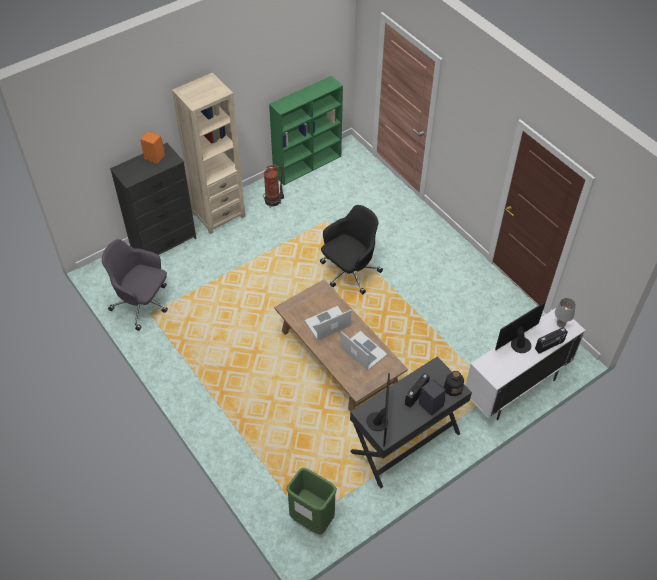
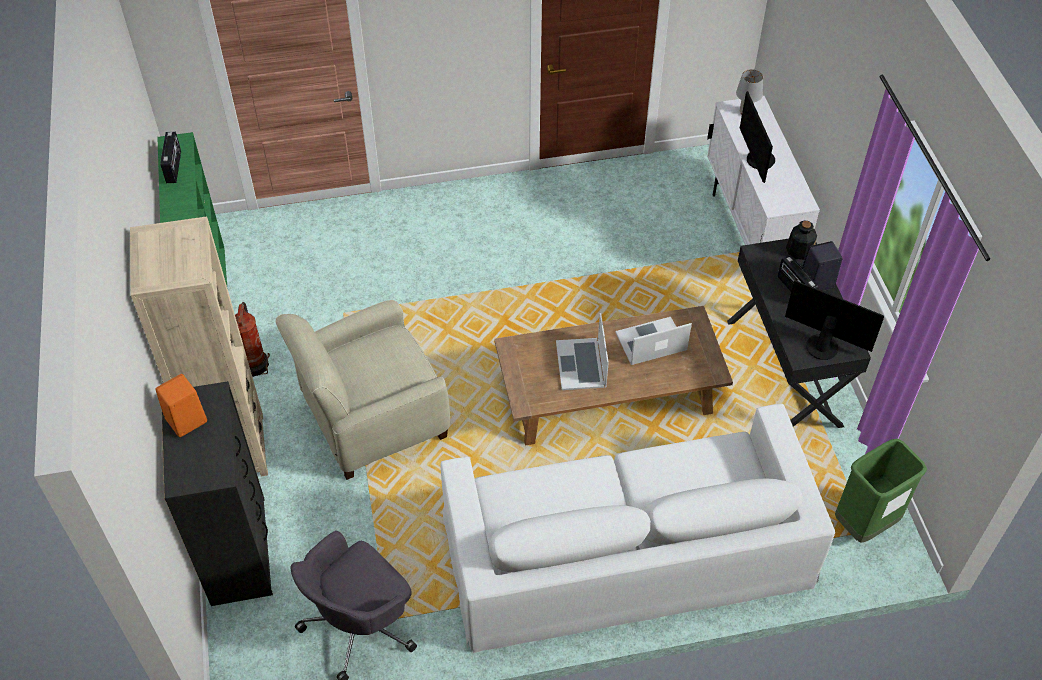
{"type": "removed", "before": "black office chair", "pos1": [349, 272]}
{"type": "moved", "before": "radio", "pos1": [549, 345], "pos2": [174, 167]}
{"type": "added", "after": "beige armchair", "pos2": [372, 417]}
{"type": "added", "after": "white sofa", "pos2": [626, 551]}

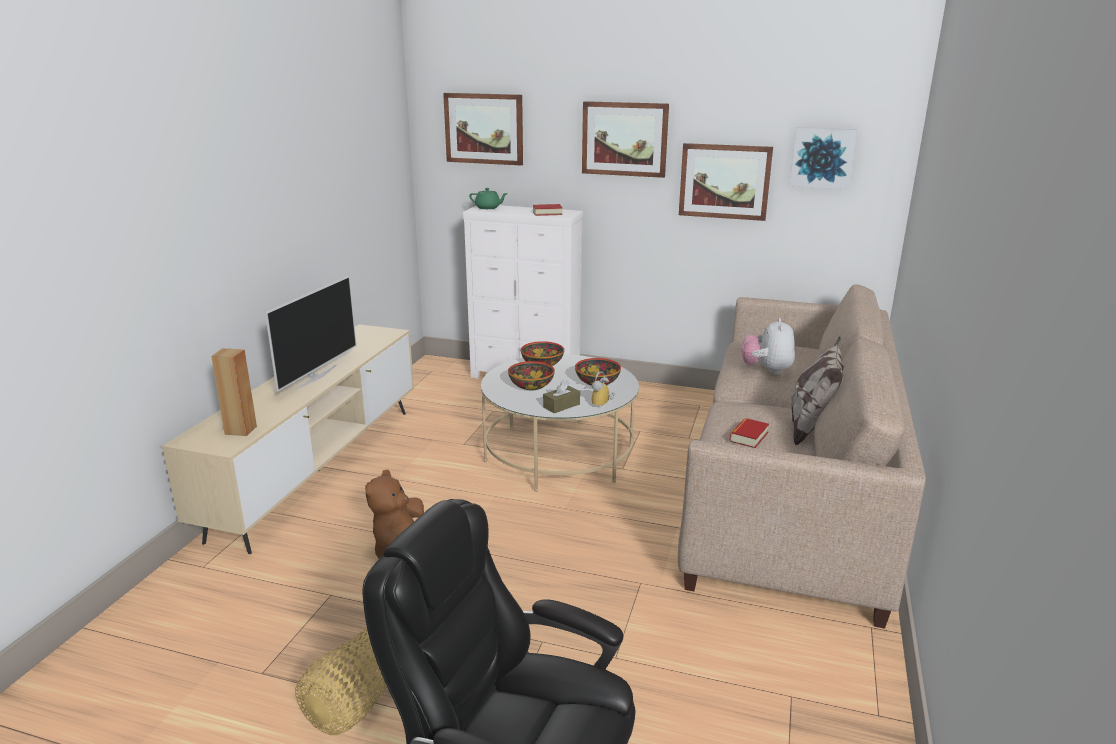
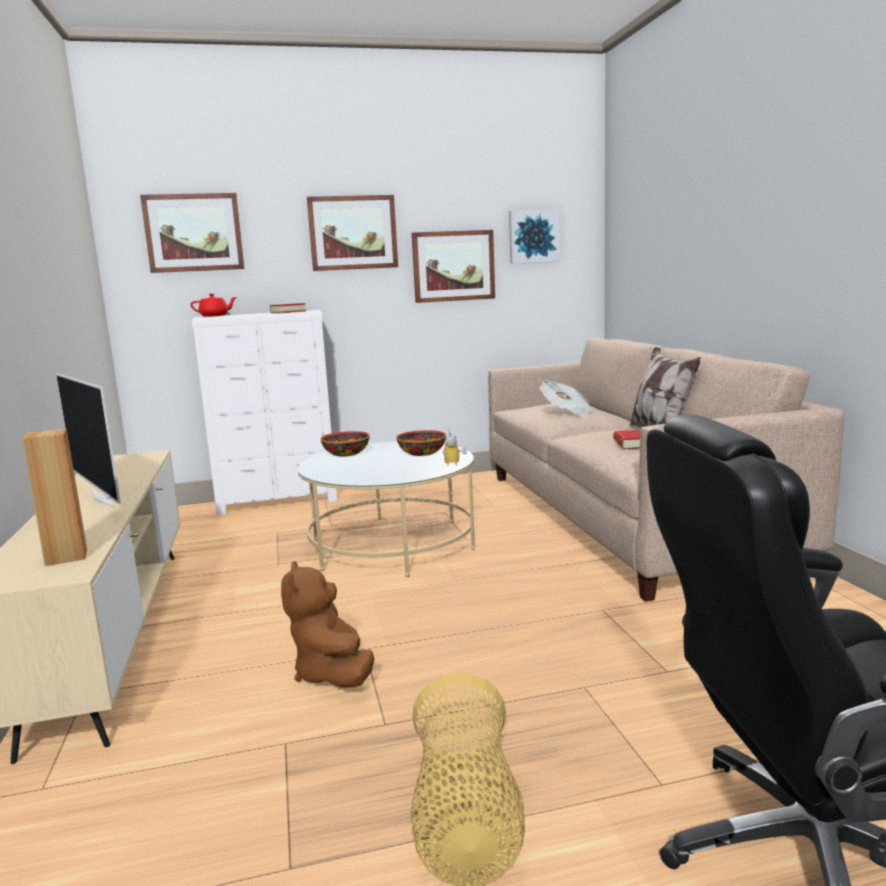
{"type": "recoloured", "before": "green teapot", "after": "red teapot", "pos1": [488, 208], "pos2": [215, 316]}
{"type": "turned", "before": "television", "pos1": [315, 376], "pos2": [105, 498], "turn": 150}
{"type": "replaced", "before": "plush toy", "after": "newspaper", "pos1": [766, 370], "pos2": [566, 412]}
{"type": "removed", "before": "bowl", "pos1": [531, 386]}
{"type": "removed", "before": "brown tissue box", "pos1": [561, 406]}

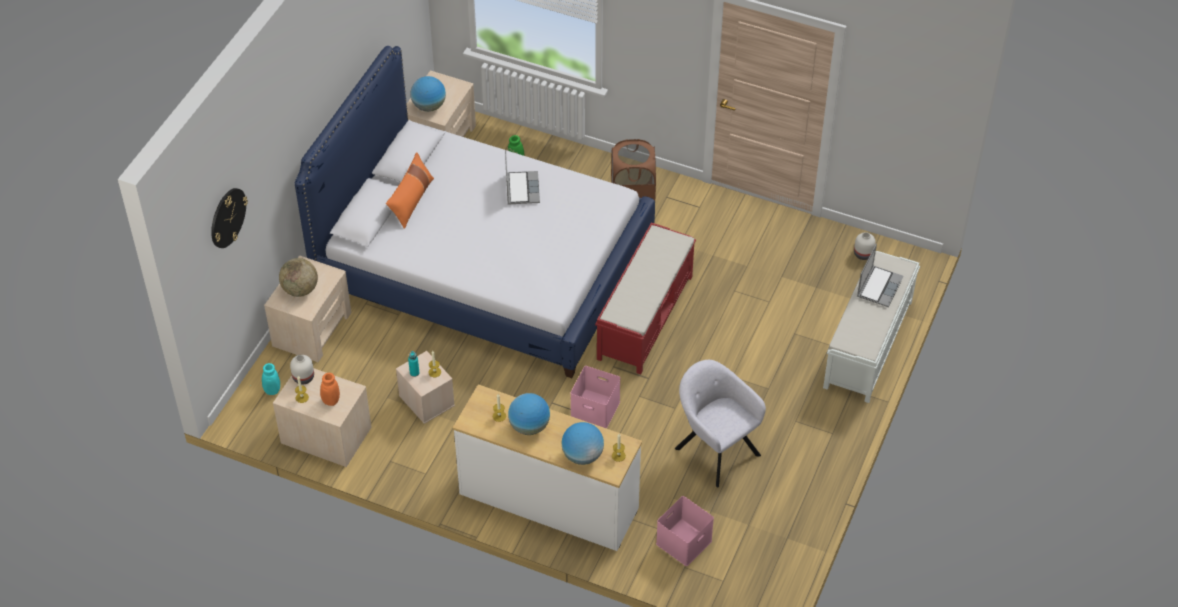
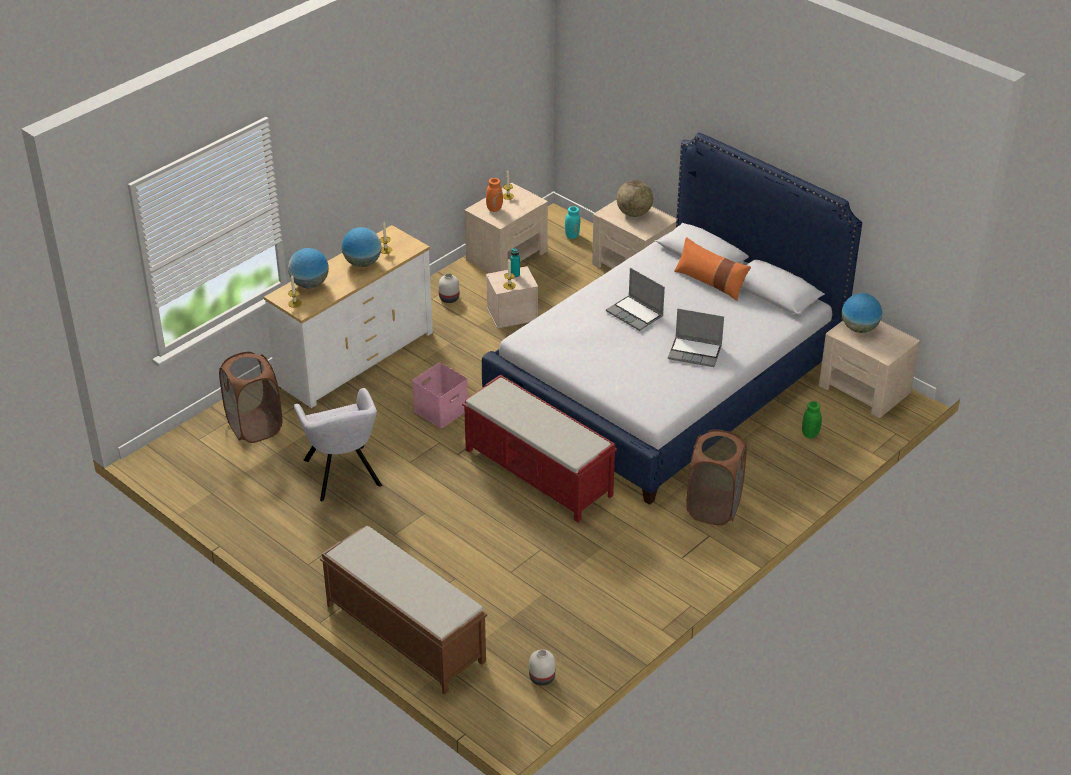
{"type": "removed", "before": "wall clock", "pos1": [227, 217]}
{"type": "moved", "before": "laptop", "pos1": [879, 286], "pos2": [635, 314]}
{"type": "recoloured", "before": "white bench", "after": "brown bench", "pos1": [867, 345], "pos2": [404, 633]}
{"type": "moved", "before": "white vase", "pos1": [304, 377], "pos2": [449, 299]}
{"type": "turned", "before": "grey armchair", "pos1": [715, 449], "pos2": [343, 475], "turn": 90}
{"type": "replaced", "before": "pink storage box", "after": "brown laundry basket", "pos1": [684, 543], "pos2": [254, 426]}

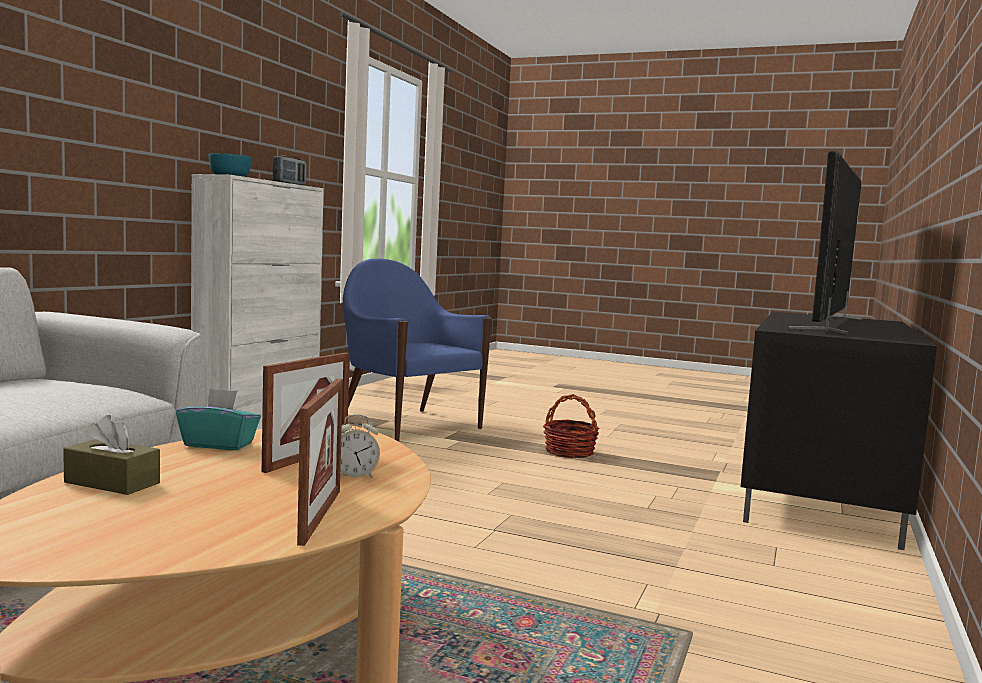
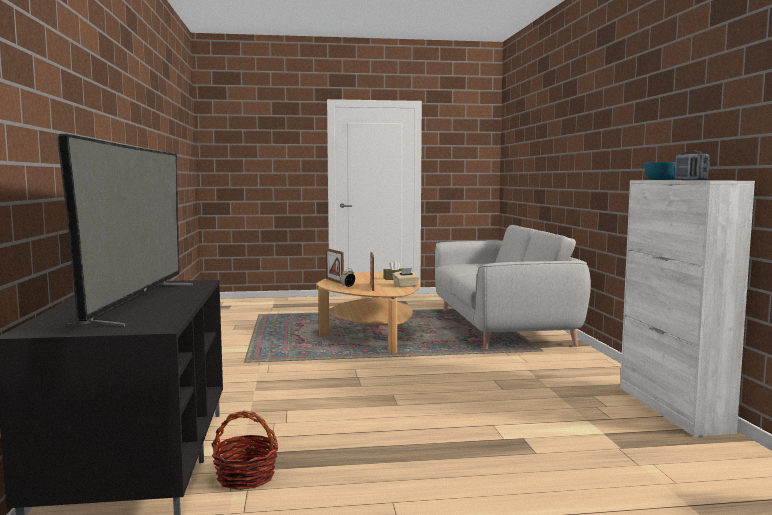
{"type": "removed", "before": "blue armchair", "pos1": [408, 425]}
{"type": "recoloured", "before": "turquoise tissue box", "after": "beige tissue box", "pos1": [219, 444], "pos2": [406, 286]}
{"type": "moved", "before": "basket", "pos1": [569, 452], "pos2": [246, 477]}

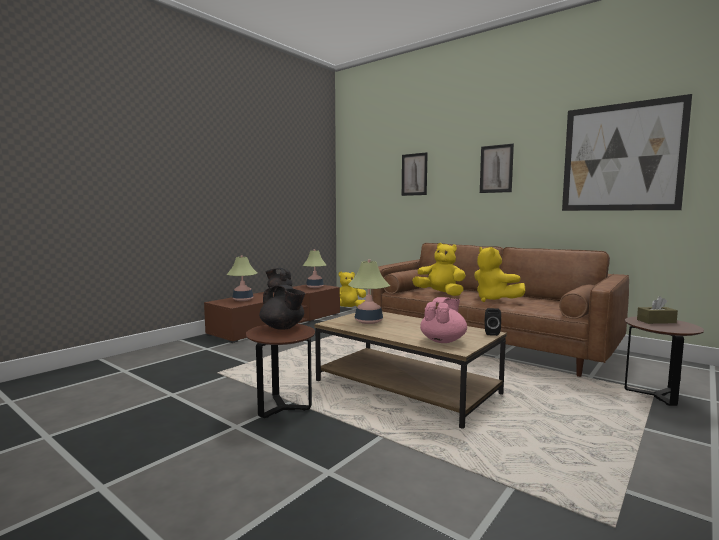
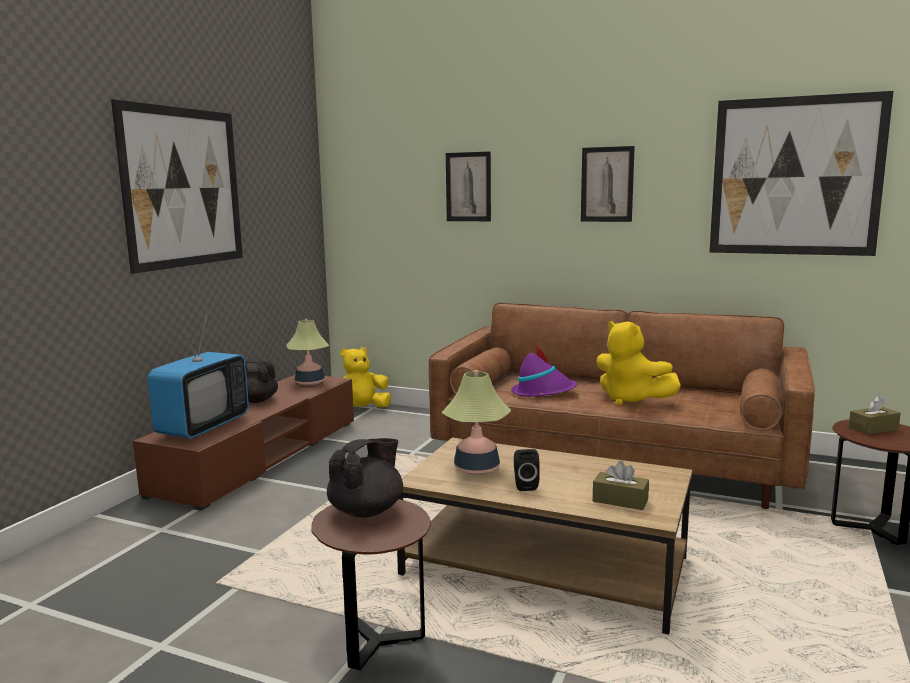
{"type": "replaced", "before": "yellow plush toy", "after": "purple hat", "pos1": [440, 294], "pos2": [543, 392]}
{"type": "replaced", "before": "table lamp", "after": "television", "pos1": [243, 299], "pos2": [203, 427]}
{"type": "turned", "before": "black teapot", "pos1": [283, 328], "pos2": [367, 511], "turn": -75}
{"type": "replaced", "before": "pink teapot", "after": "brown tissue box", "pos1": [443, 341], "pos2": [620, 500]}
{"type": "moved", "before": "black speaker", "pos1": [491, 333], "pos2": [525, 485]}
{"type": "added", "after": "picture", "pos2": [183, 188]}

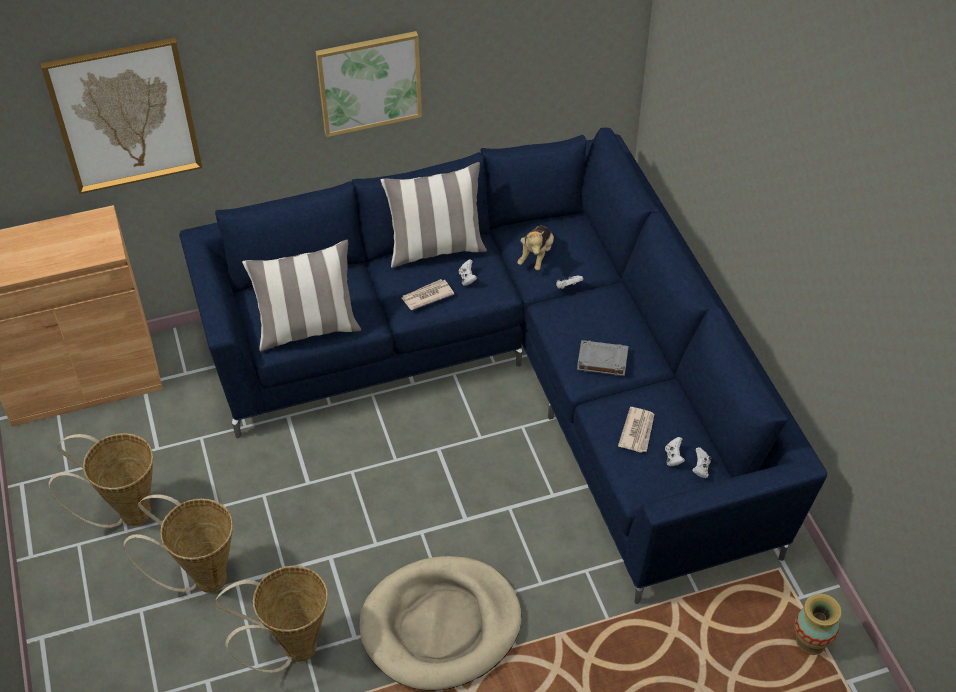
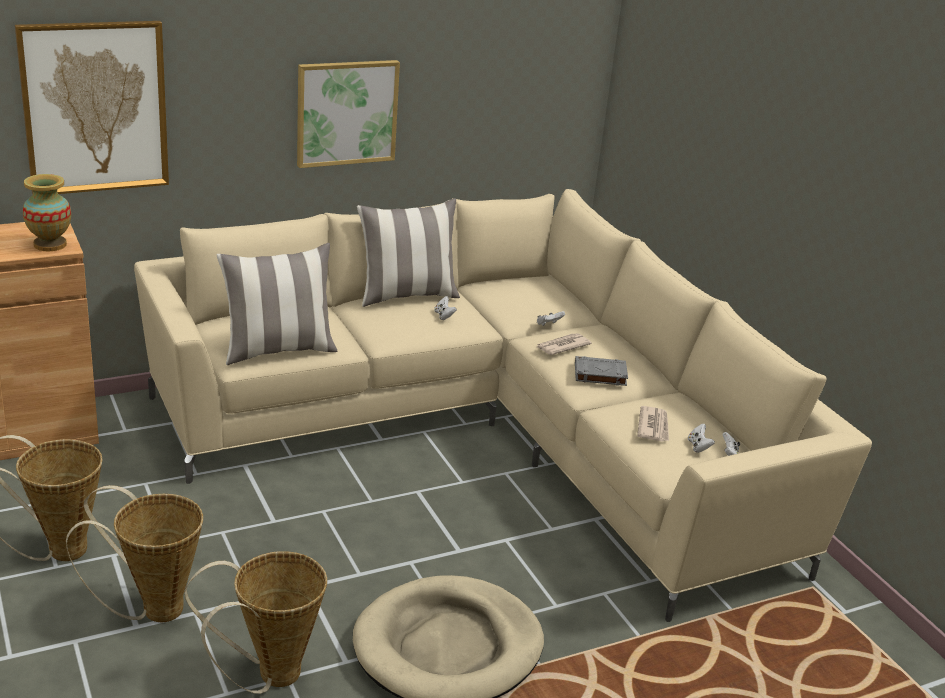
{"type": "recoloured", "before": "blue sofa", "after": "beige sofa", "pos1": [514, 377], "pos2": [489, 434]}
{"type": "removed", "before": "plush toy", "pos1": [536, 256]}
{"type": "moved", "before": "newspaper", "pos1": [426, 296], "pos2": [562, 346]}
{"type": "moved", "before": "vase", "pos1": [810, 642], "pos2": [50, 244]}

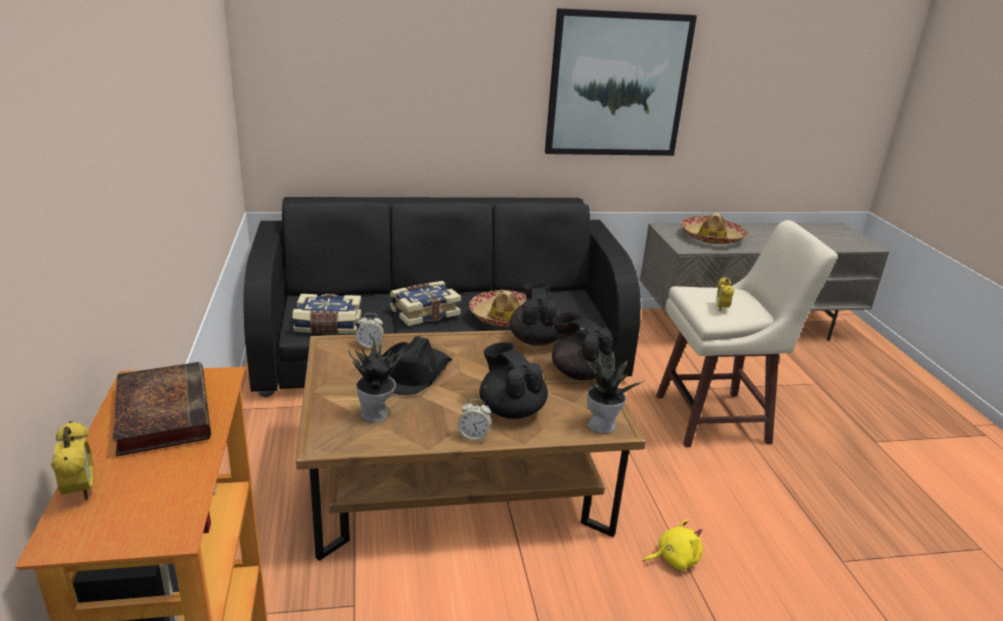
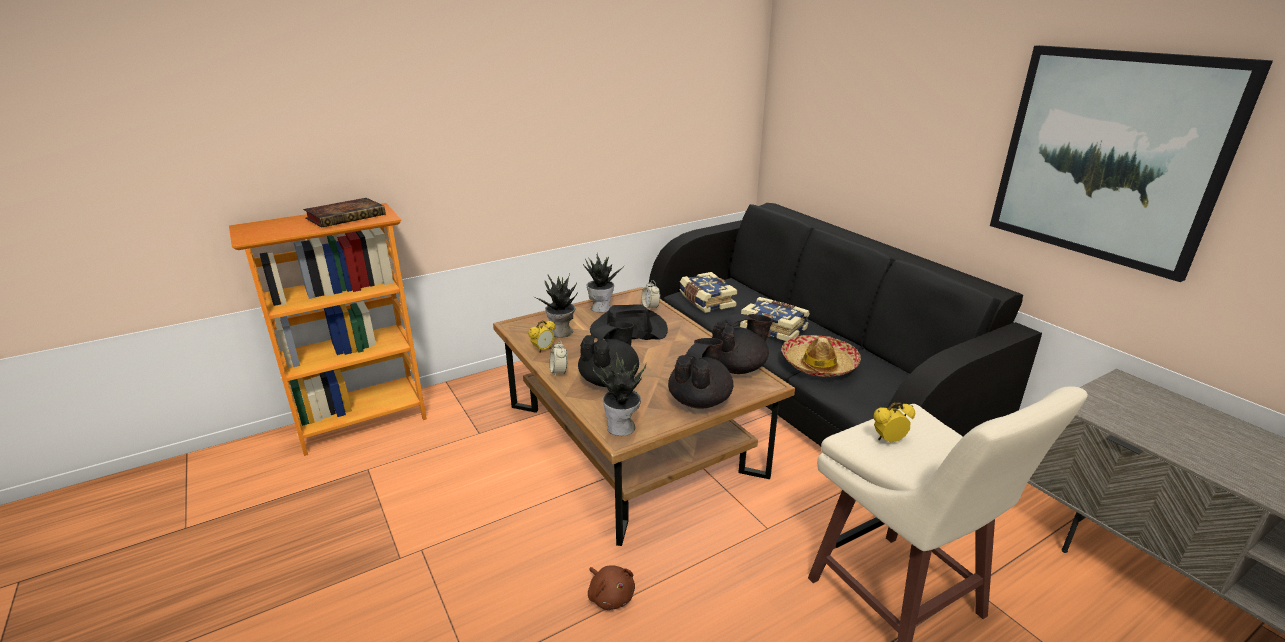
{"type": "removed", "before": "hat", "pos1": [711, 237]}
{"type": "moved", "before": "alarm clock", "pos1": [81, 491], "pos2": [543, 350]}
{"type": "recoloured", "before": "yellow plush toy", "after": "brown plush toy", "pos1": [674, 559], "pos2": [610, 596]}
{"type": "added", "after": "potted plant", "pos2": [601, 307]}

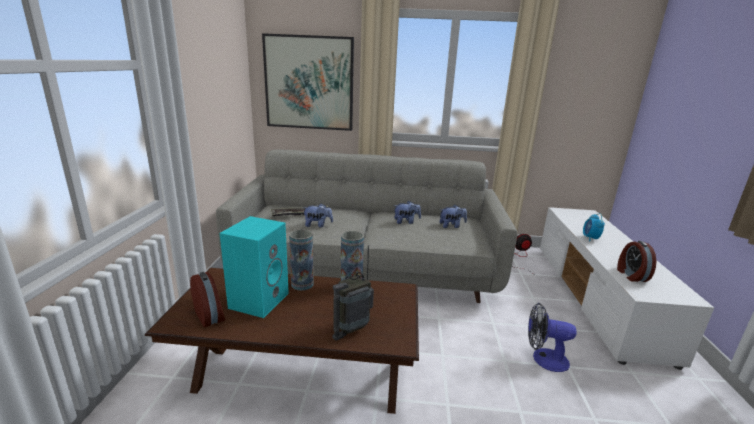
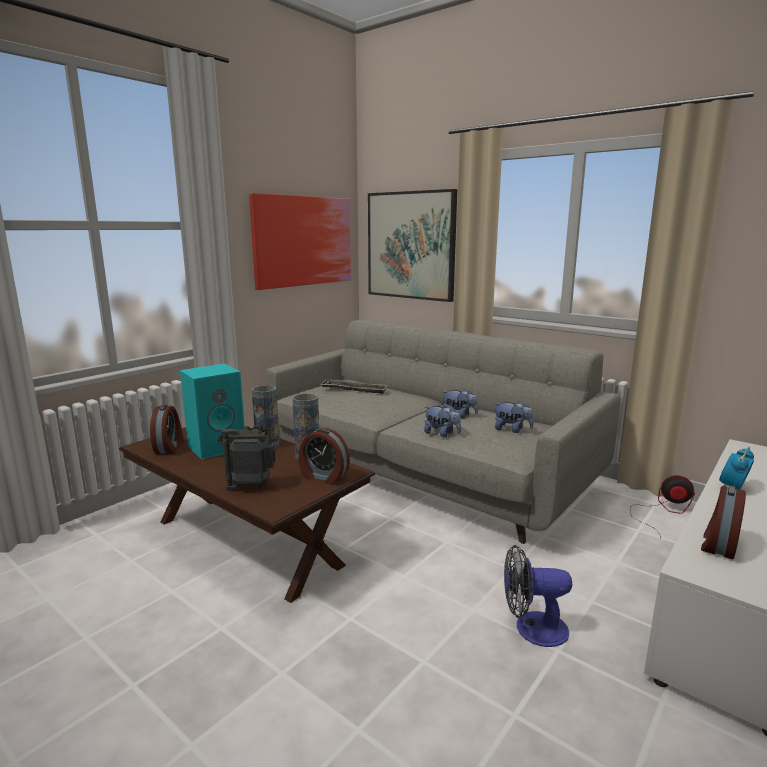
{"type": "moved", "before": "plush toy", "pos1": [317, 225], "pos2": [442, 434]}
{"type": "turned", "before": "fan", "pos1": [543, 359], "pos2": [532, 629], "turn": -45}
{"type": "added", "after": "picture", "pos2": [303, 241]}
{"type": "added", "after": "alarm clock", "pos2": [323, 477]}

